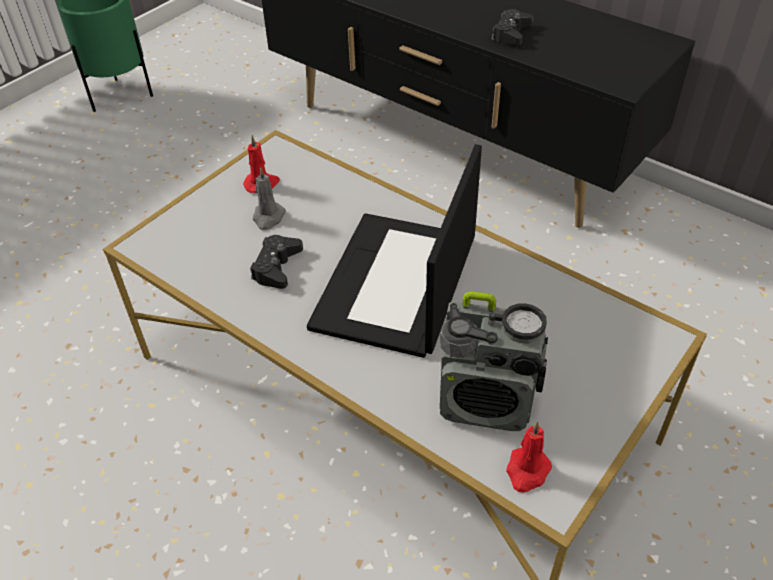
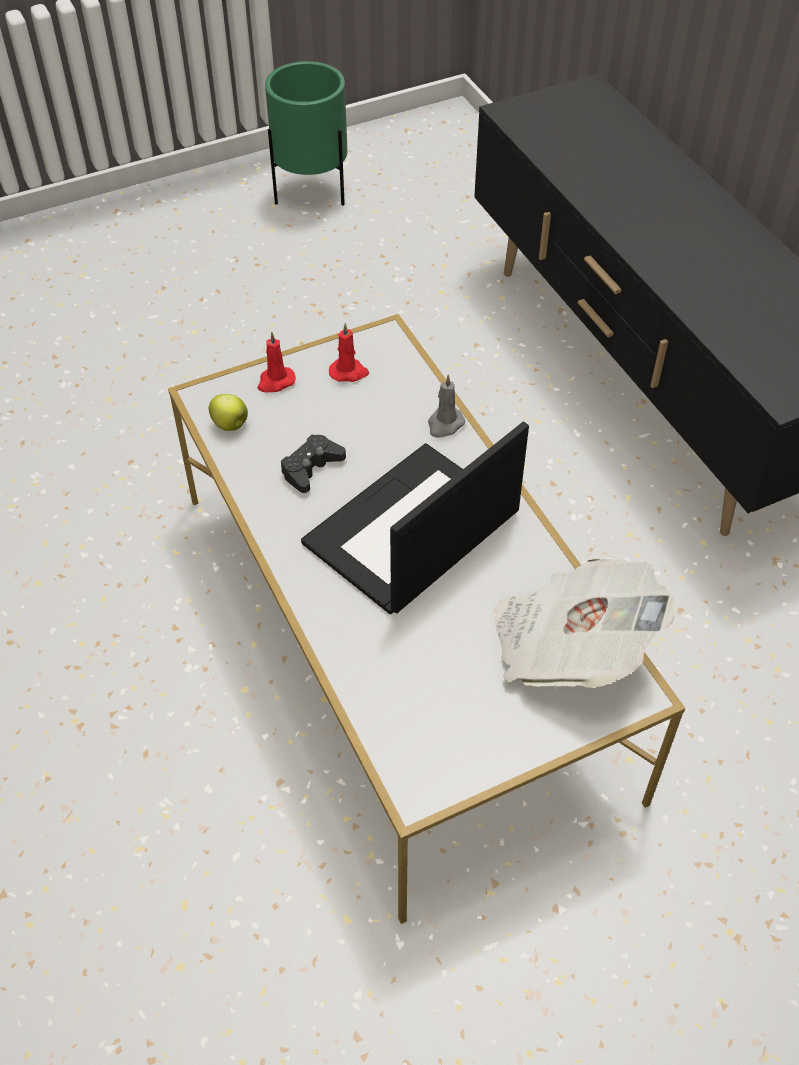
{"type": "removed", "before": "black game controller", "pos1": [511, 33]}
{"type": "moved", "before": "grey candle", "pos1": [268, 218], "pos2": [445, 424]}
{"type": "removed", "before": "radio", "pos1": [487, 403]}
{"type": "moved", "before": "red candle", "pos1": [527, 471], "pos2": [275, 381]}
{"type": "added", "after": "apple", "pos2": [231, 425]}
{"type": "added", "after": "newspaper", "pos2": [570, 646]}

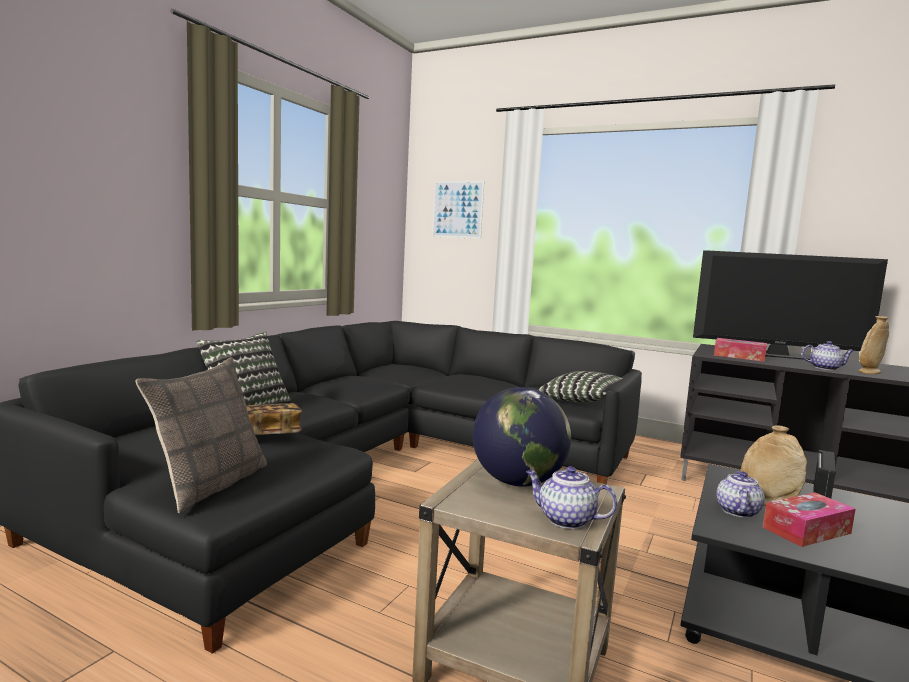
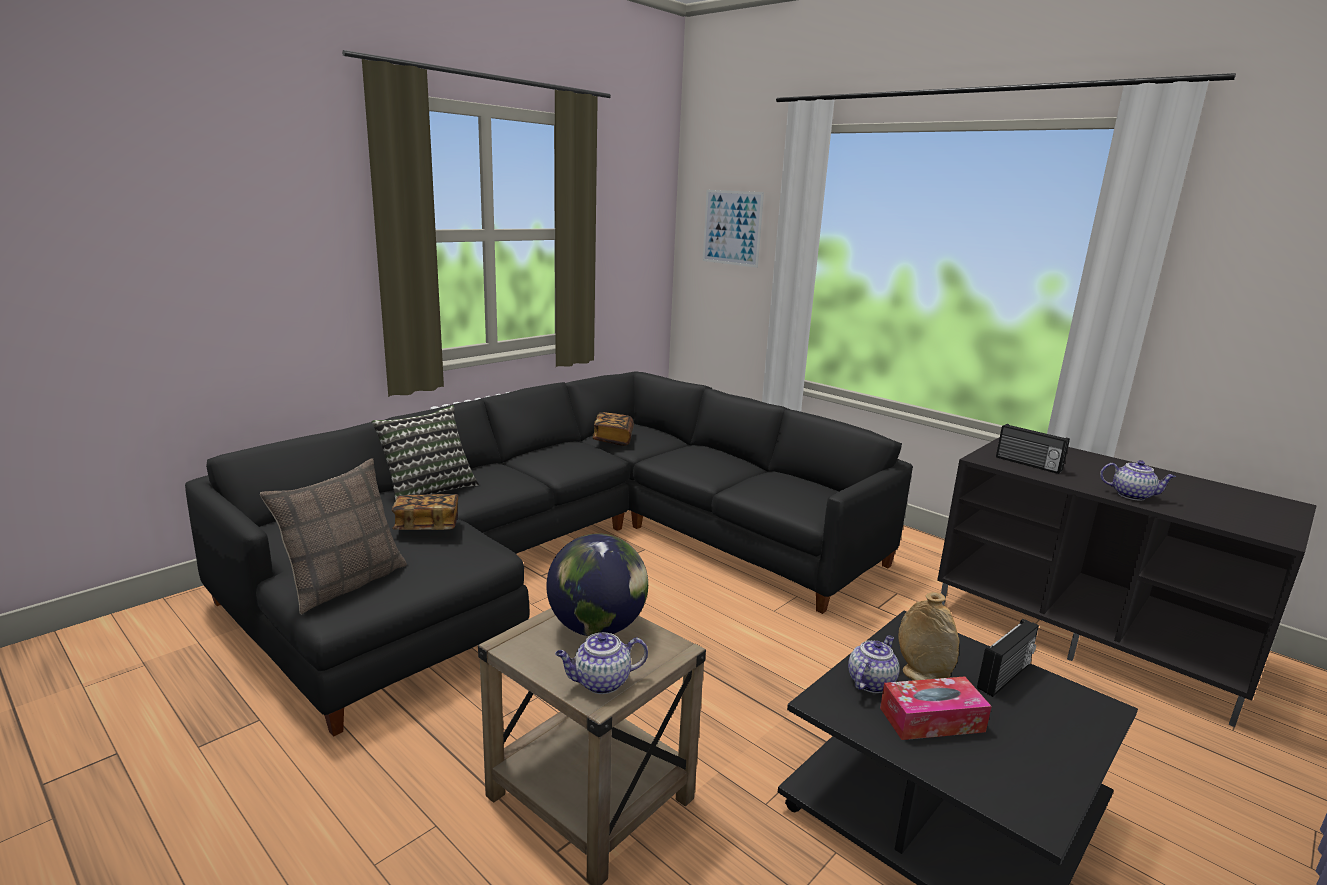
{"type": "removed", "before": "television", "pos1": [777, 355]}
{"type": "removed", "before": "beige vase", "pos1": [869, 372]}
{"type": "replaced", "before": "tissue box", "after": "radio", "pos1": [739, 356], "pos2": [1028, 464]}
{"type": "removed", "before": "pillow", "pos1": [584, 401]}
{"type": "turned", "before": "teapot", "pos1": [565, 520], "pos2": [600, 682], "turn": -60}
{"type": "added", "after": "book", "pos2": [613, 439]}

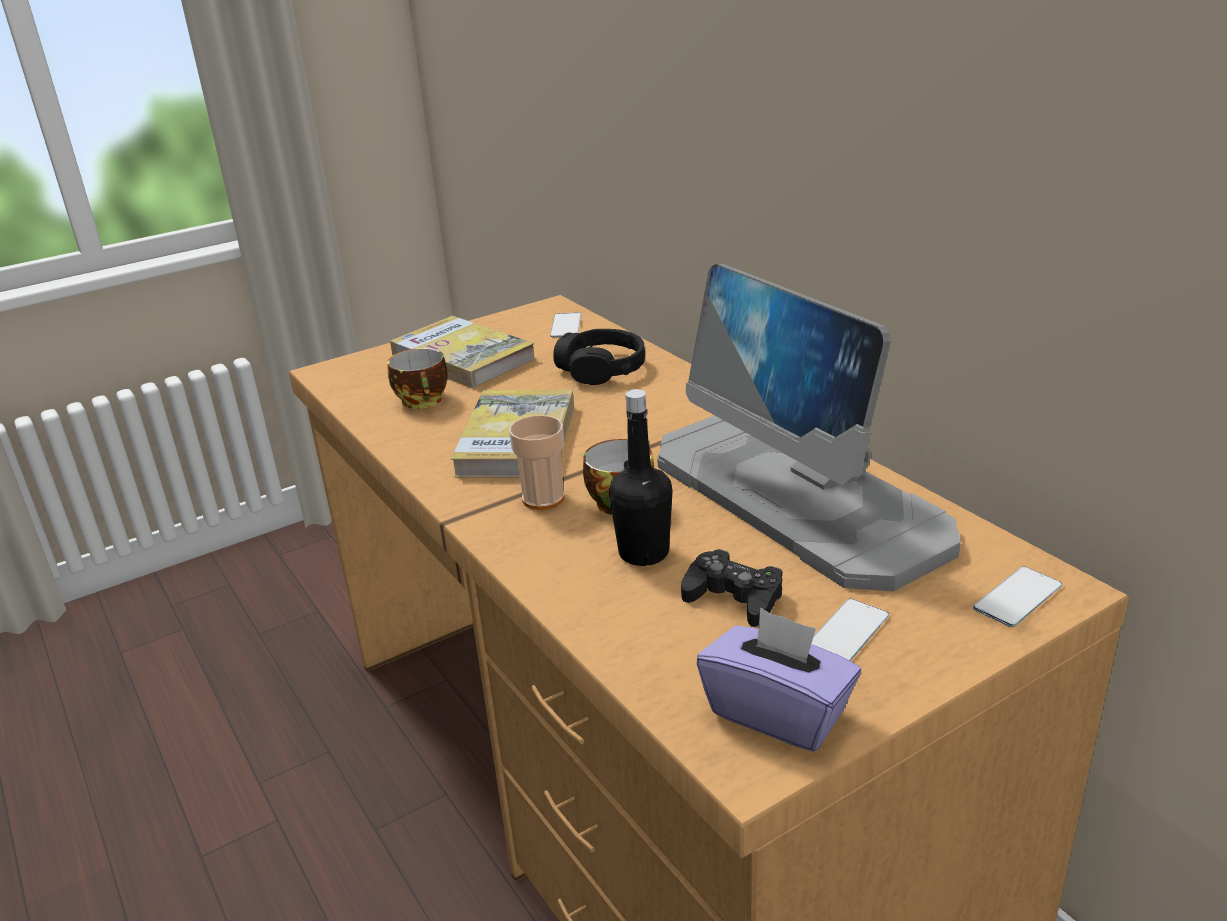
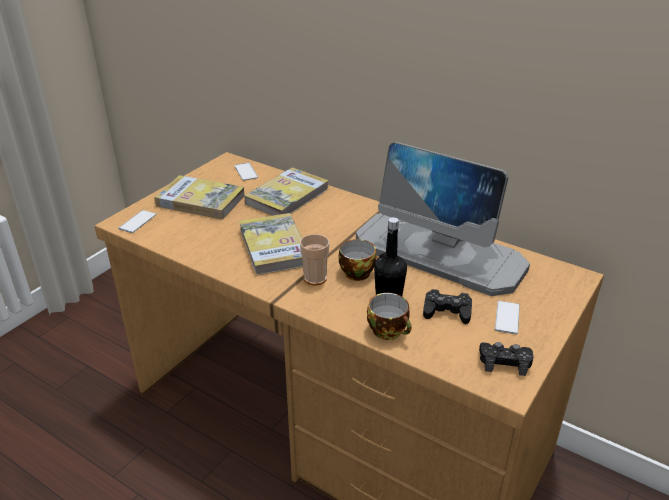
{"type": "replaced", "before": "black headphones", "after": "book", "pos1": [601, 369], "pos2": [287, 196]}
{"type": "moved", "before": "cup", "pos1": [424, 401], "pos2": [389, 331]}
{"type": "moved", "before": "phone", "pos1": [1017, 597], "pos2": [137, 222]}
{"type": "replaced", "before": "purple tissue box", "after": "black game controller", "pos1": [778, 712], "pos2": [504, 362]}

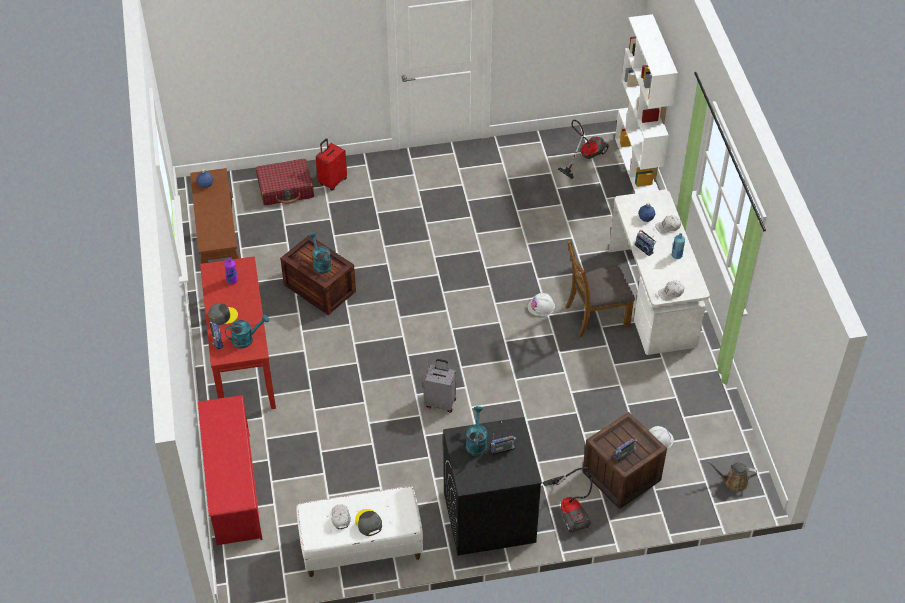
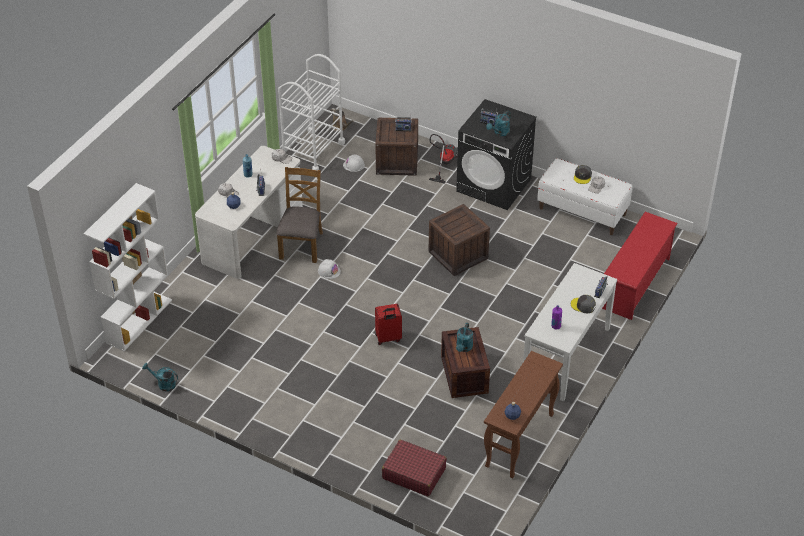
{"type": "removed", "before": "vacuum cleaner", "pos1": [585, 156]}
{"type": "moved", "before": "red suitcase", "pos1": [332, 181], "pos2": [388, 338]}
{"type": "turned", "before": "brown chair", "pos1": [596, 316], "pos2": [302, 245], "turn": -105}
{"type": "recoloured", "before": "red console table", "after": "white console table", "pos1": [241, 362], "pos2": [566, 356]}
{"type": "moved", "before": "turquoise watering can", "pos1": [246, 339], "pos2": [163, 384]}
{"type": "replaced", "before": "grey suitcase", "after": "crate", "pos1": [440, 402], "pos2": [458, 255]}
{"type": "added", "after": "white cart", "pos2": [313, 151]}

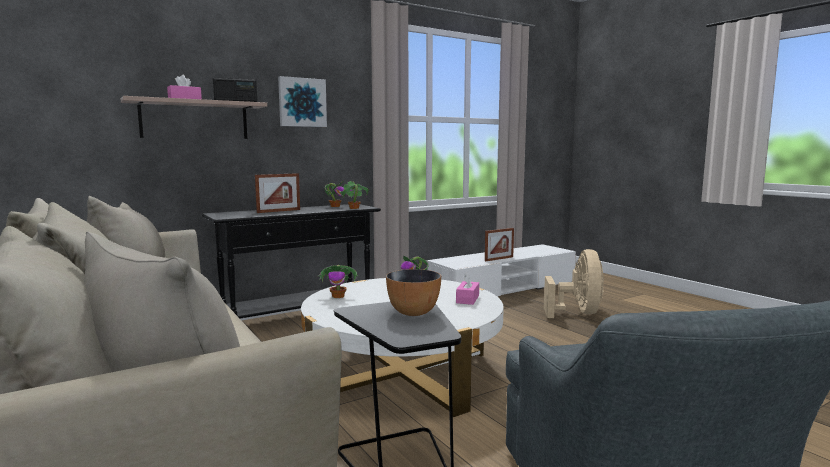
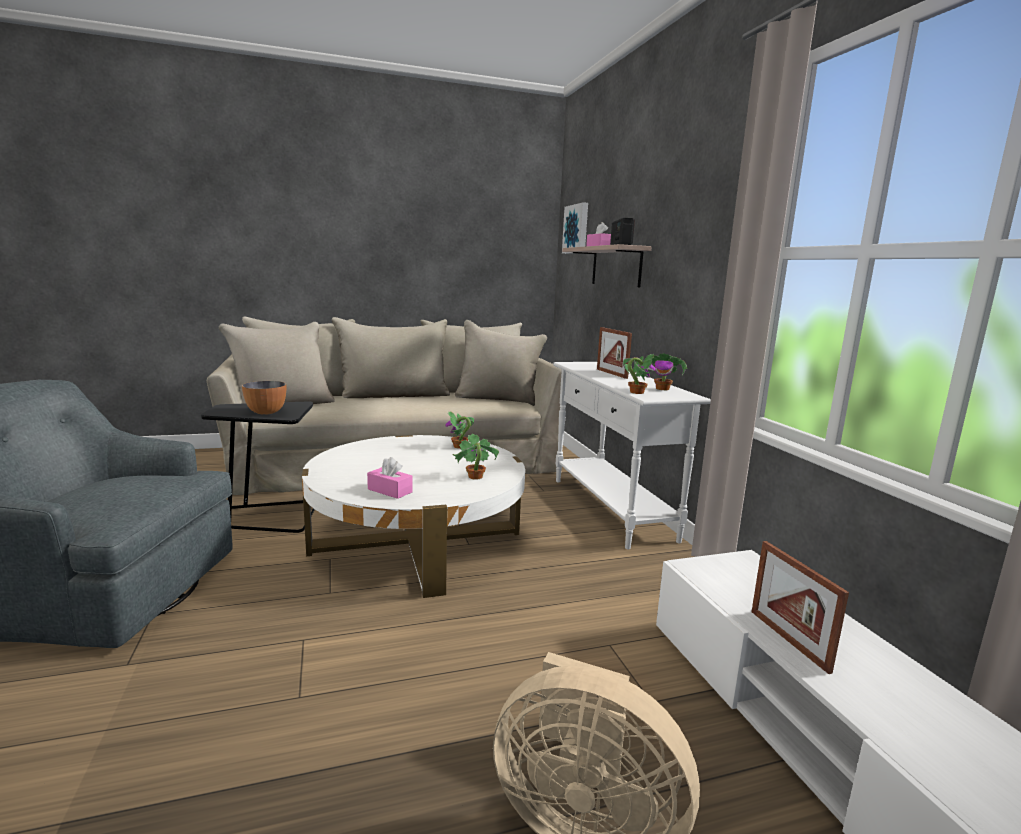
{"type": "moved", "before": "picture", "pos1": [302, 102], "pos2": [577, 229]}
{"type": "recoloured", "before": "black console table", "after": "white console table", "pos1": [299, 319], "pos2": [611, 509]}

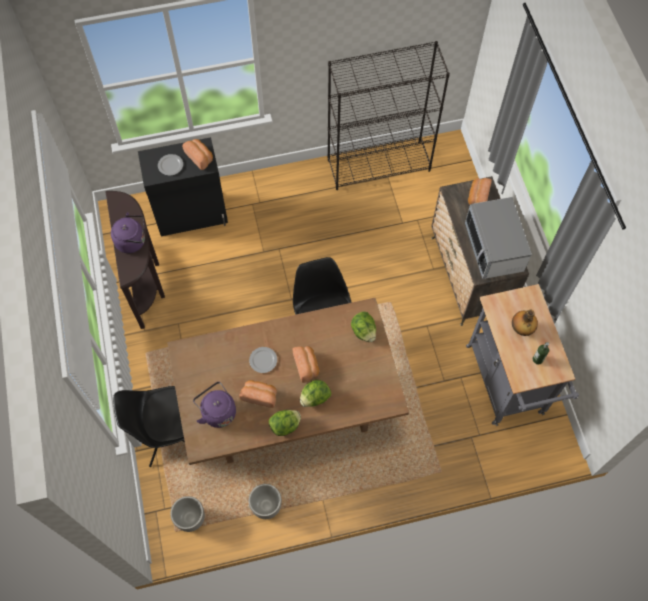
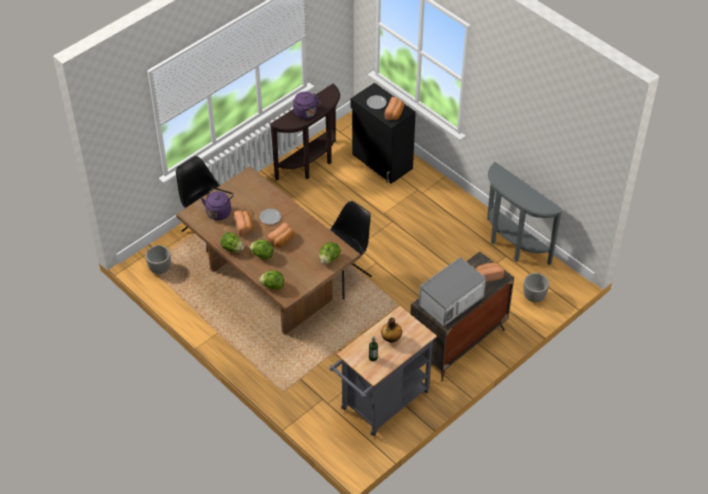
{"type": "replaced", "before": "black bookcase", "after": "grey console table", "pos1": [379, 165], "pos2": [512, 246]}
{"type": "moved", "before": "planter", "pos1": [266, 506], "pos2": [533, 297]}
{"type": "added", "after": "lettuce", "pos2": [272, 286]}

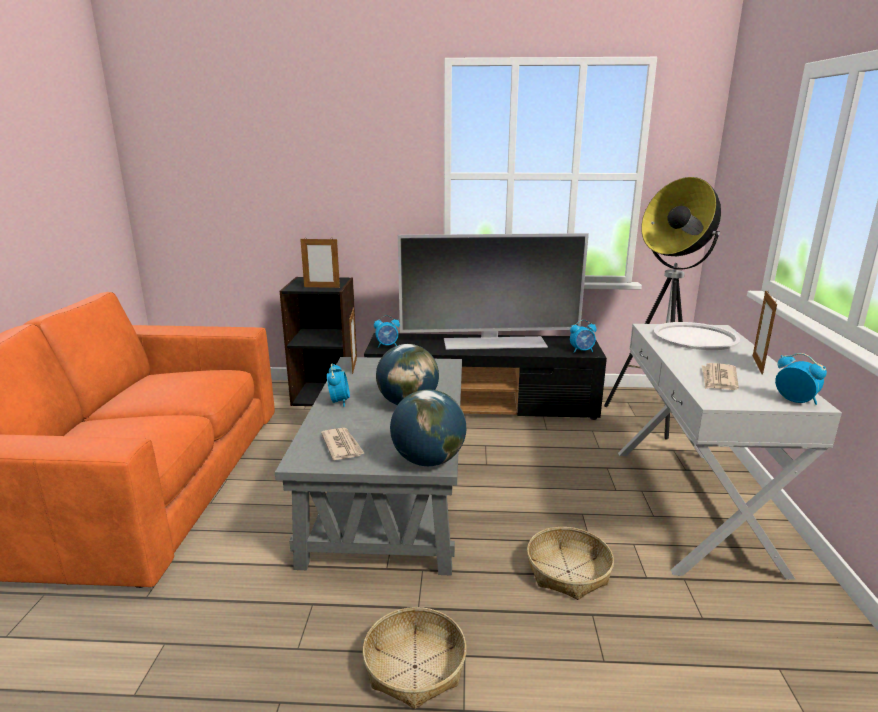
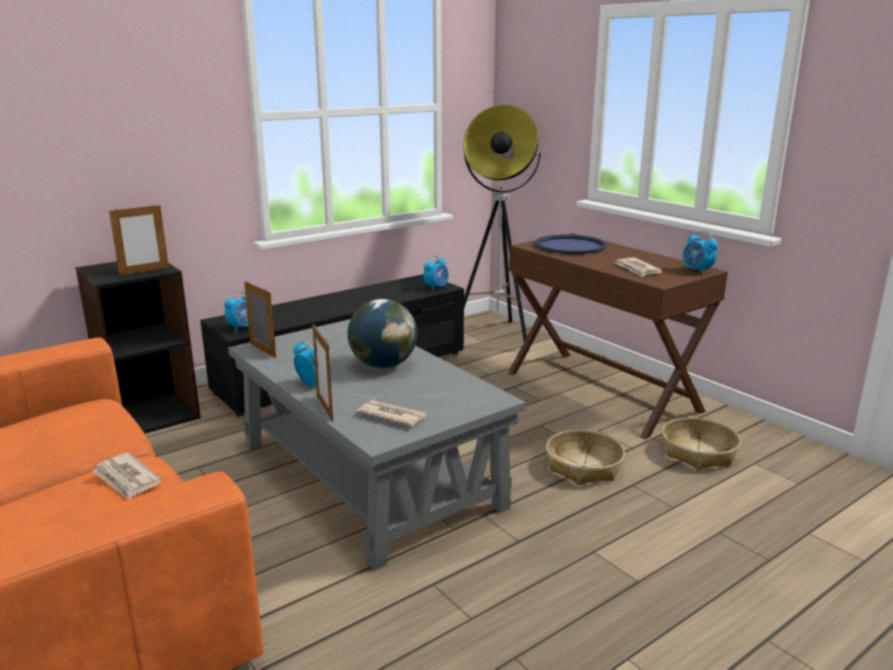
{"type": "removed", "before": "television", "pos1": [494, 343]}
{"type": "moved", "before": "picture frame", "pos1": [757, 364], "pos2": [325, 409]}
{"type": "recoloured", "before": "white tray", "after": "blue tray", "pos1": [695, 337], "pos2": [570, 246]}
{"type": "recoloured", "before": "white console table", "after": "brown console table", "pos1": [693, 506], "pos2": [601, 391]}
{"type": "turned", "before": "alarm clock", "pos1": [795, 400], "pos2": [697, 271], "turn": -135}
{"type": "removed", "before": "globe", "pos1": [428, 461]}
{"type": "moved", "before": "basket", "pos1": [414, 667], "pos2": [698, 453]}
{"type": "added", "after": "newspaper", "pos2": [127, 479]}

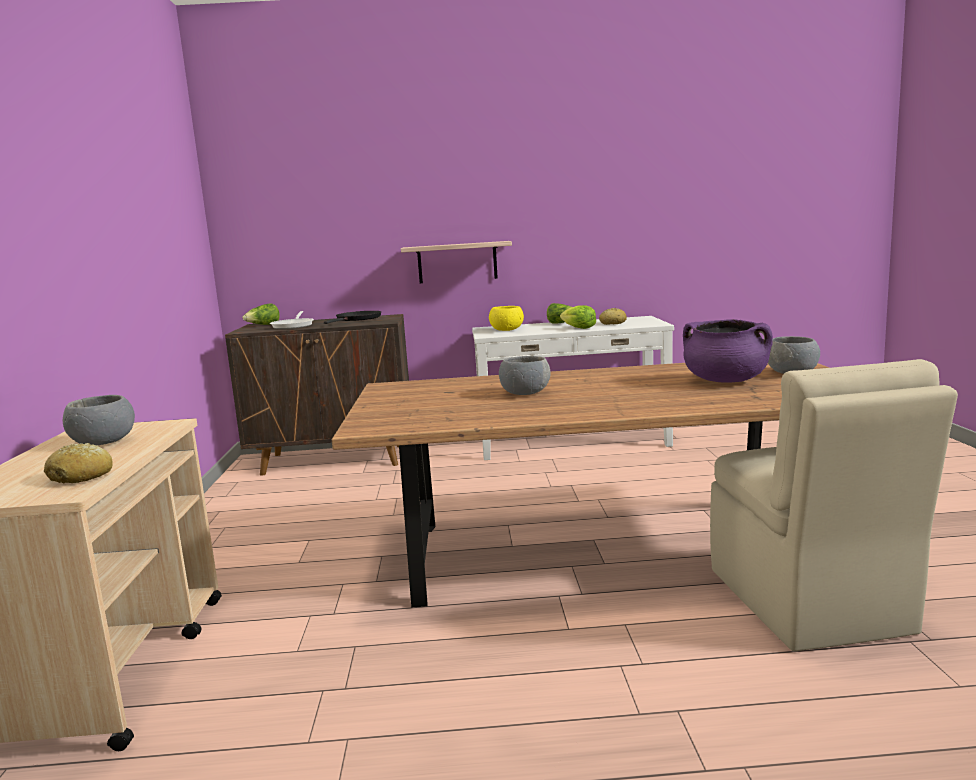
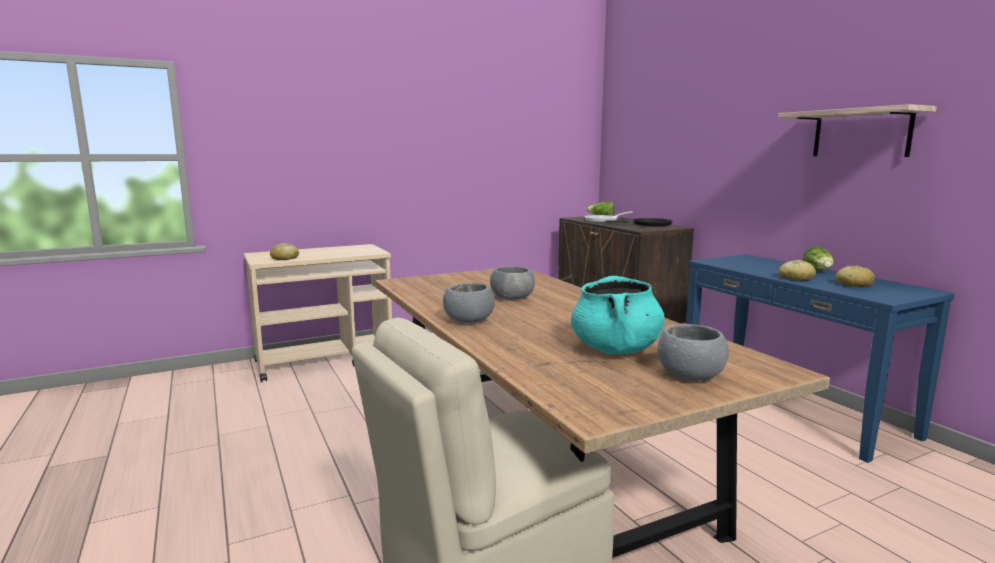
{"type": "moved", "before": "shelf", "pos1": [457, 262], "pos2": [861, 133]}
{"type": "replaced", "before": "lettuce", "after": "bread", "pos1": [579, 328], "pos2": [795, 278]}
{"type": "removed", "before": "yellow bowl", "pos1": [506, 330]}
{"type": "recoloured", "before": "white console table", "after": "blue console table", "pos1": [572, 442], "pos2": [790, 404]}
{"type": "recoloured", "before": "purple cooking pot", "after": "turquoise cooking pot", "pos1": [725, 381], "pos2": [615, 349]}
{"type": "moved", "before": "grey bowl", "pos1": [104, 442], "pos2": [469, 320]}

